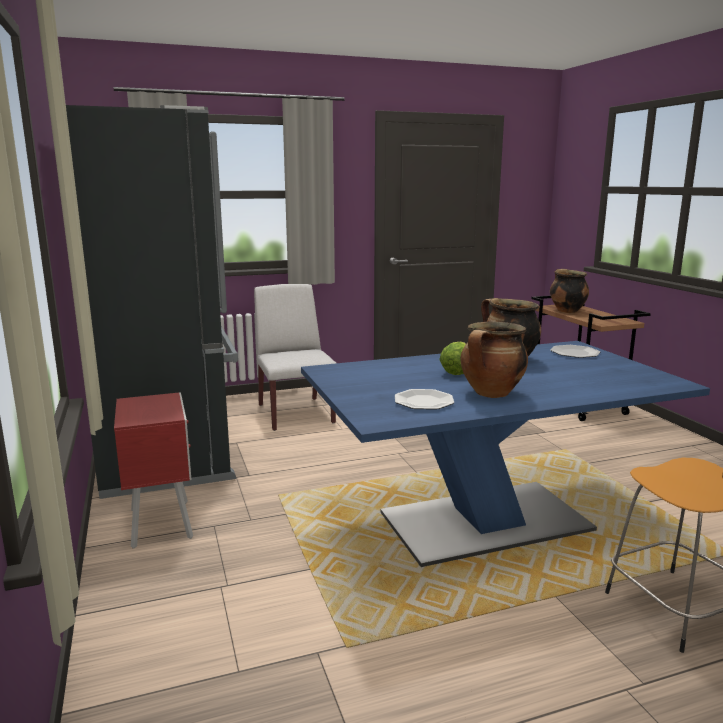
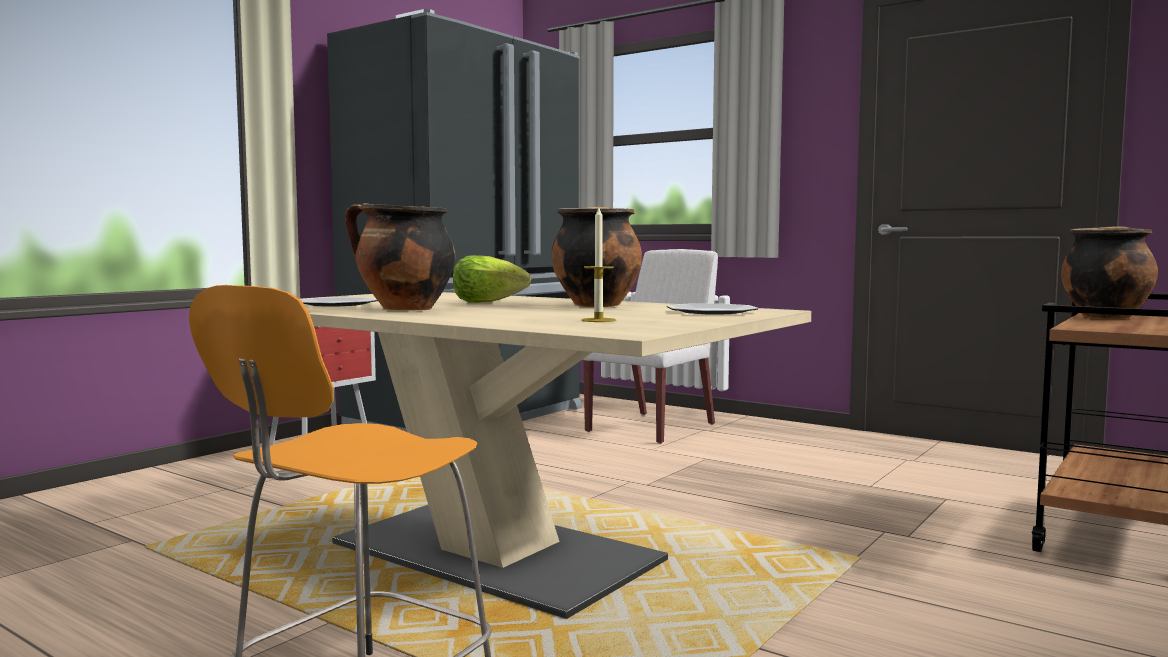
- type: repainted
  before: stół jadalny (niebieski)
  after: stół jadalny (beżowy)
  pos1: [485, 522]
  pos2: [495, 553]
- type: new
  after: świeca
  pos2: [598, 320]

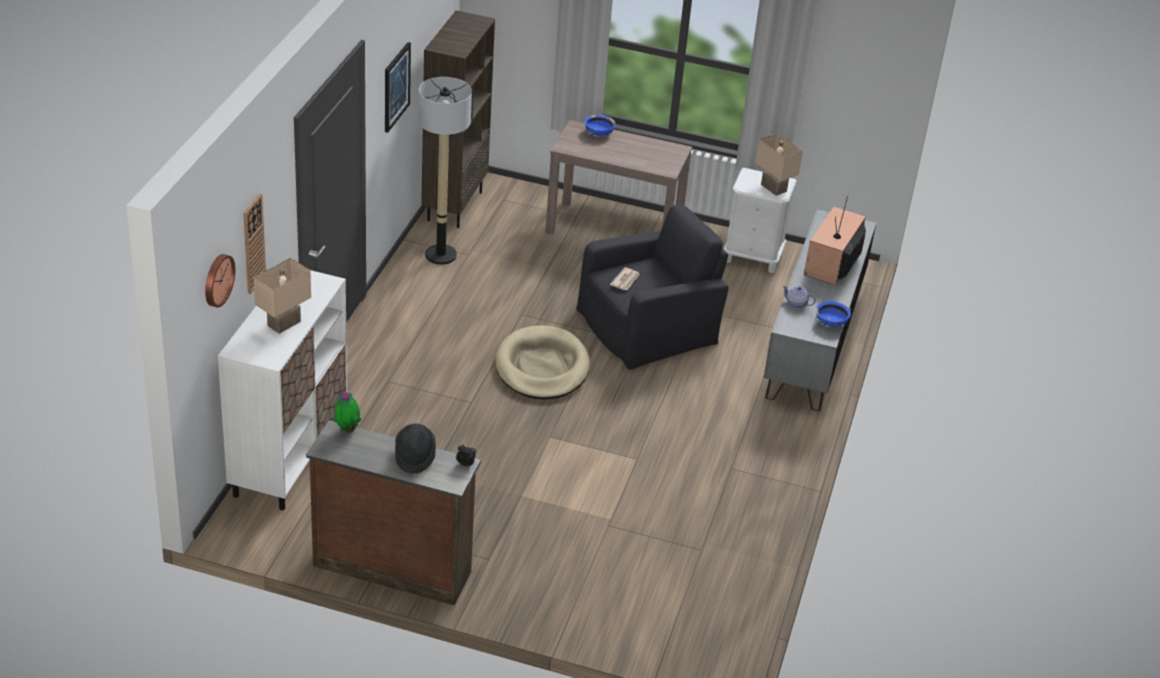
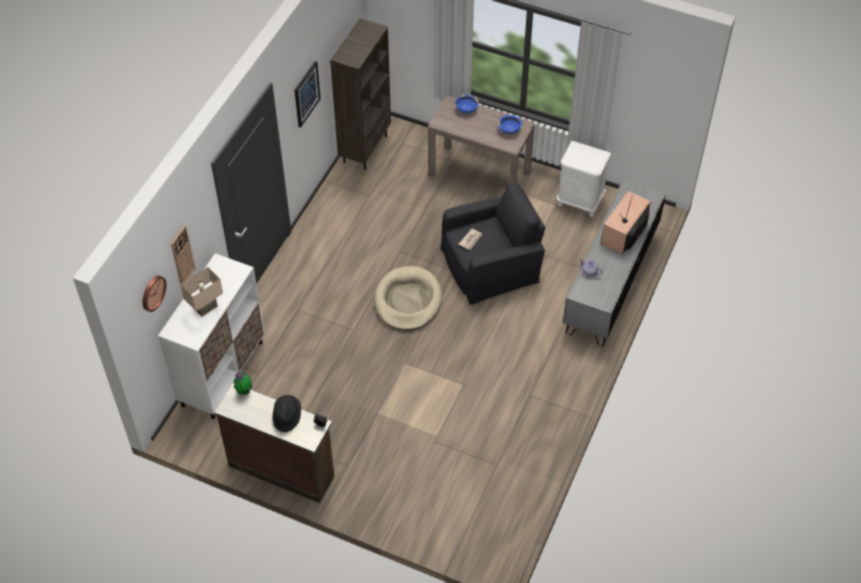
- type: gone
  before: lampa stojąca
  pos1: [440, 255]
- type: gone
  before: lampa stołowa (beżowy)
  pos1: [775, 188]
- type: shifted
  before: miska (niebieski)
  pos1: [831, 322]
  pos2: [509, 130]

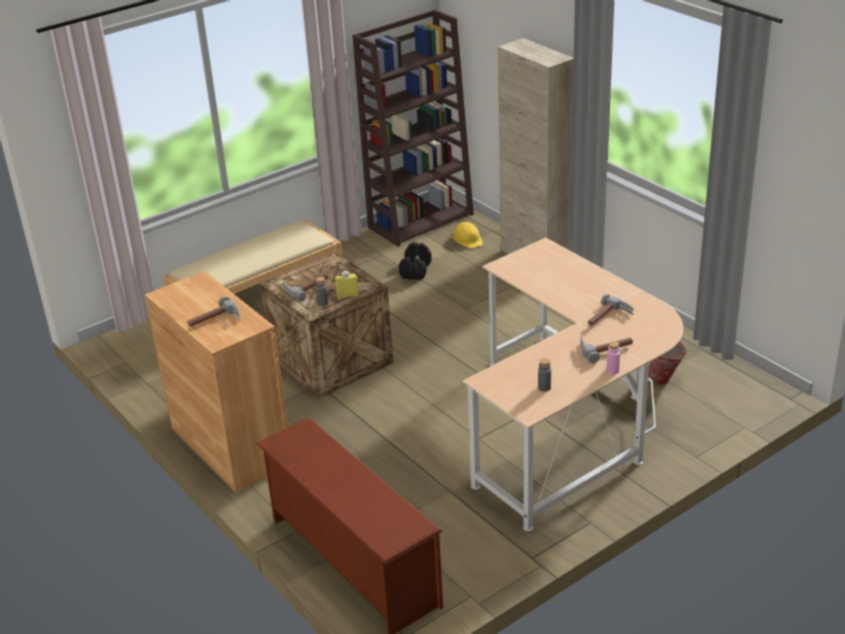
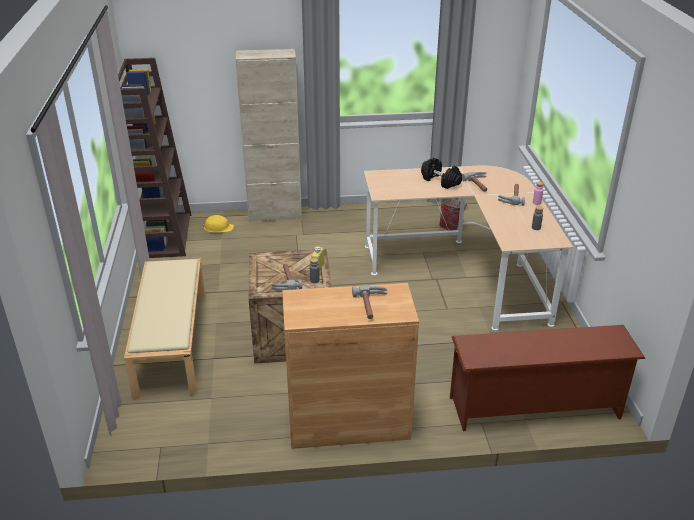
- type: shifted
  before: hantel (czarny)
  pos1: [415, 270]
  pos2: [441, 181]

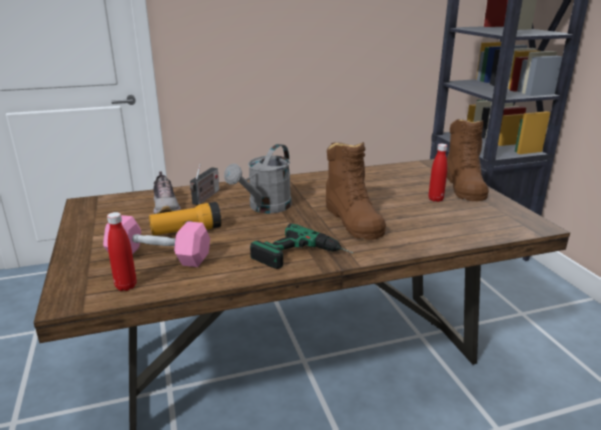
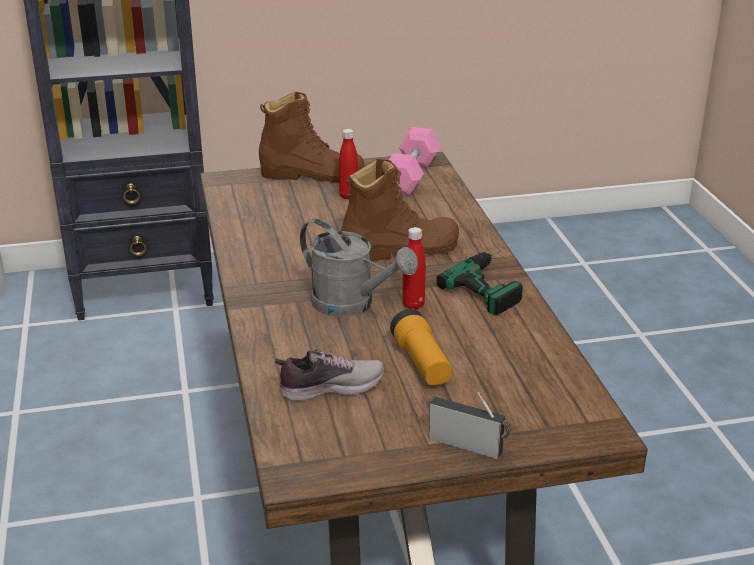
- type: shifted
  before: radio
  pos1: [205, 198]
  pos2: [469, 446]
- type: shifted
  before: butelka (czerwony)
  pos1: [126, 286]
  pos2: [413, 305]
- type: shifted
  before: hantel (różowy)
  pos1: [159, 257]
  pos2: [410, 176]

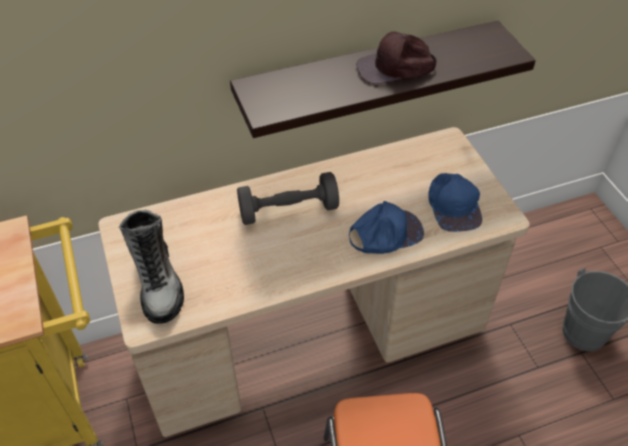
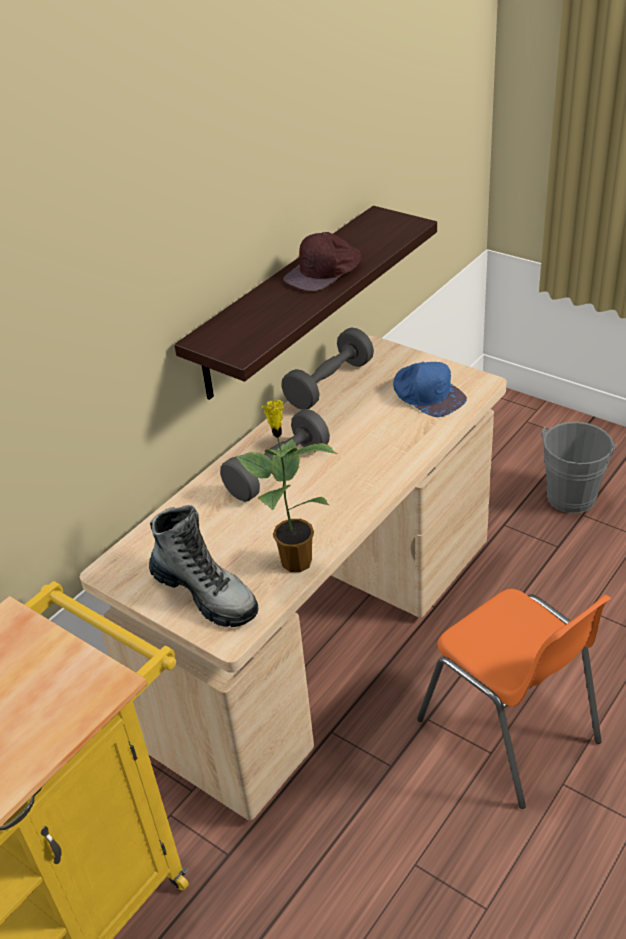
- type: gone
  before: czapka z daszkiem (niebieski)
  pos1: [385, 233]
- type: new
  after: hantel (szary)
  pos2: [329, 384]
- type: new
  after: roślina doniczkowa
  pos2: [295, 560]

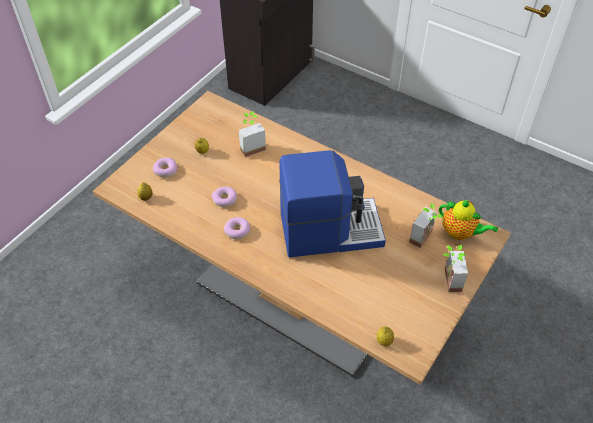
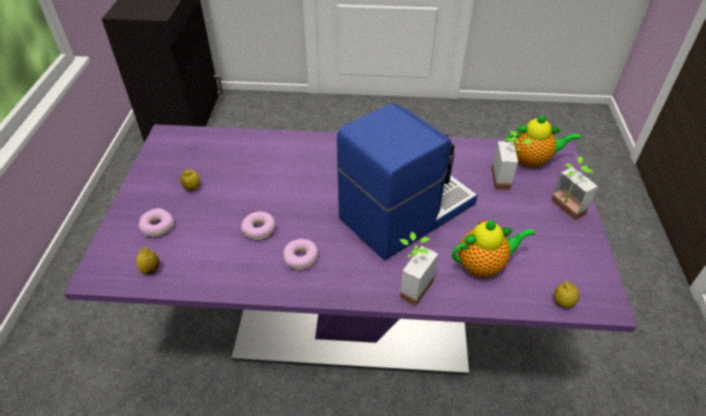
- type: repainted
  before: stół jadalny (beżowy)
  after: stół jadalny (fioletowy)
  pos1: [296, 296]
  pos2: [352, 320]
- type: shifted
  before: roślina doniczkowa
  pos1: [251, 146]
  pos2: [410, 285]
- type: new
  after: imbryk
  pos2: [483, 265]

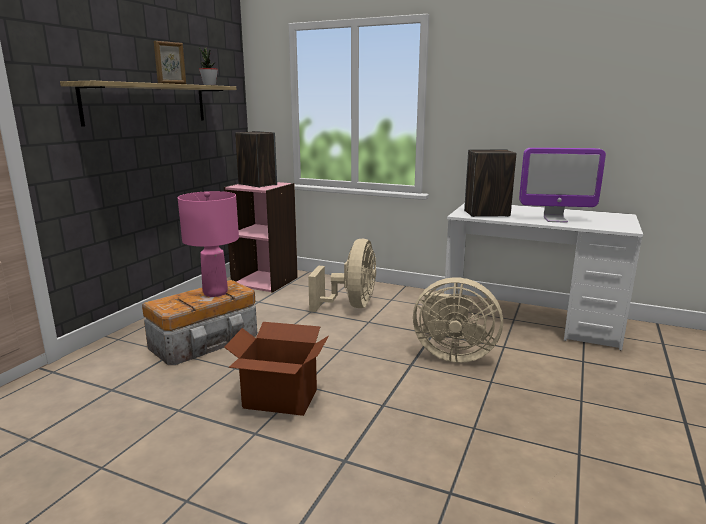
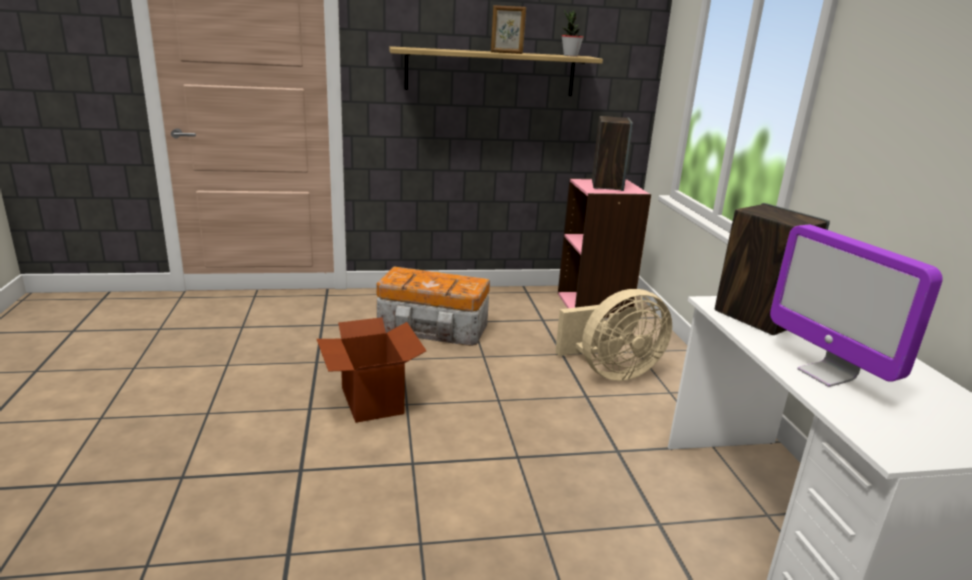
- type: gone
  before: lampa stołowa (różowy)
  pos1: [215, 293]
- type: gone
  before: wentylator (beżowy)
  pos1: [452, 354]

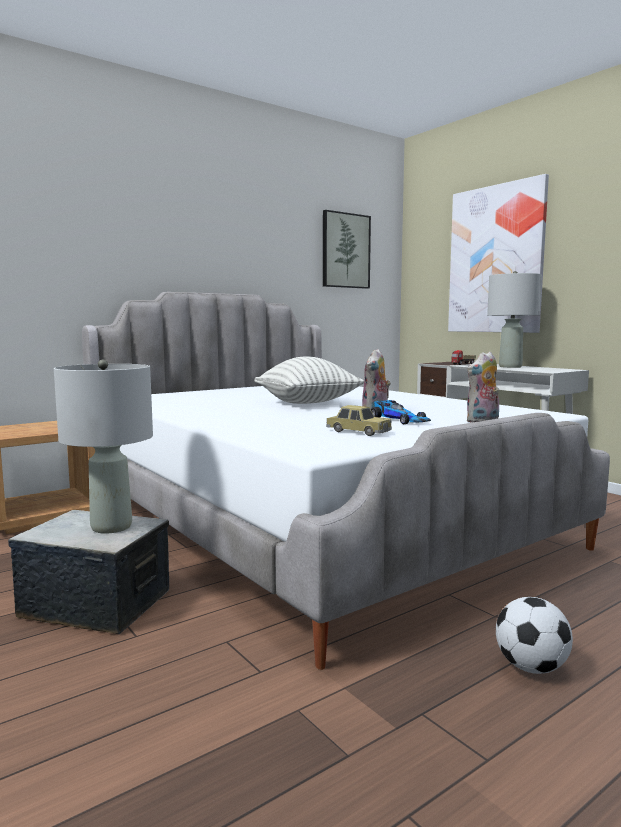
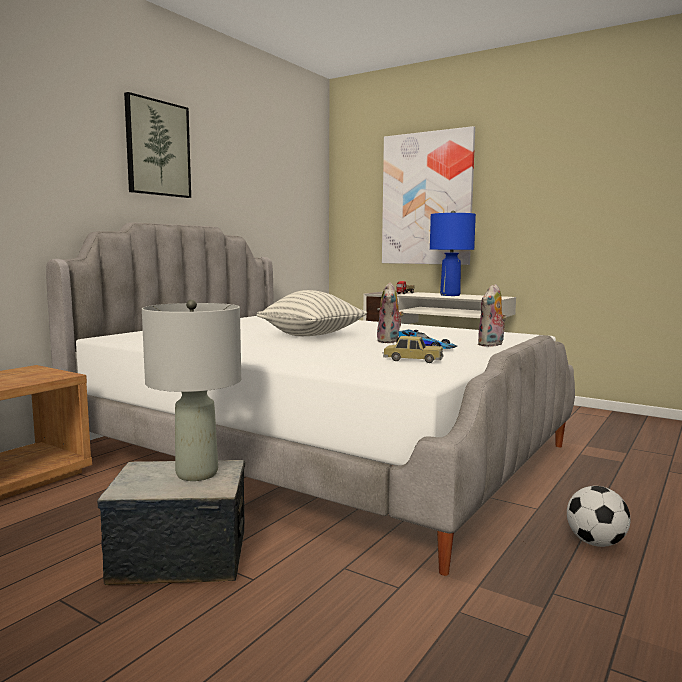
- type: shifted
  before: obraz
  pos1: [345, 250]
  pos2: [157, 148]
- type: repainted
  before: lampa stołowa (szary)
  after: lampa stołowa (niebieski)
  pos1: [510, 367]
  pos2: [450, 295]

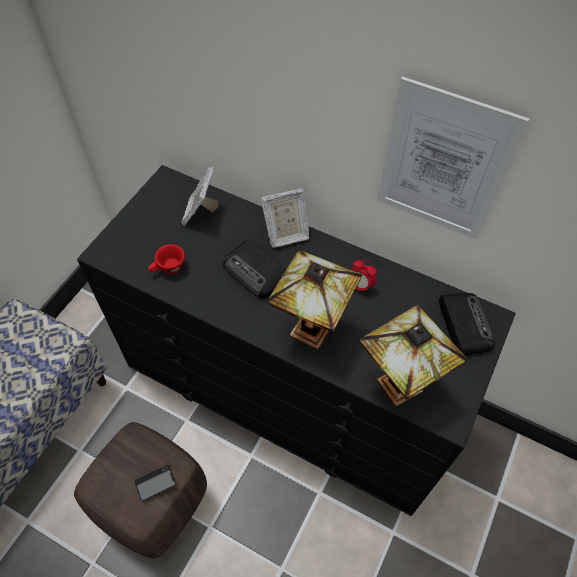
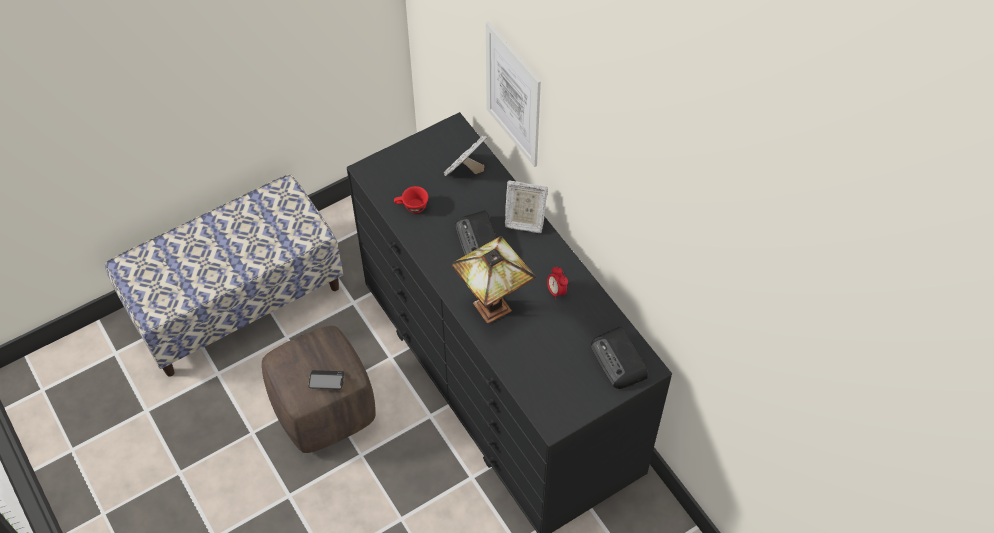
- type: shifted
  before: obraz
  pos1: [443, 164]
  pos2: [513, 95]
- type: rotated
  before: radio
  pos1: [463, 324]
  pos2: [619, 361]
  turn: 135
- type: gone
  before: lampa stołowa
  pos1: [398, 388]

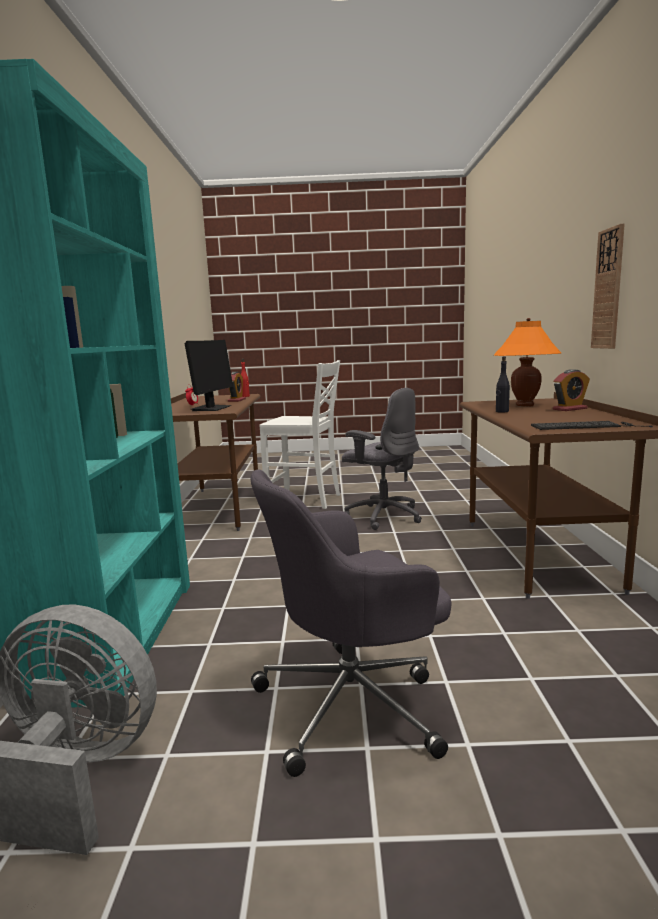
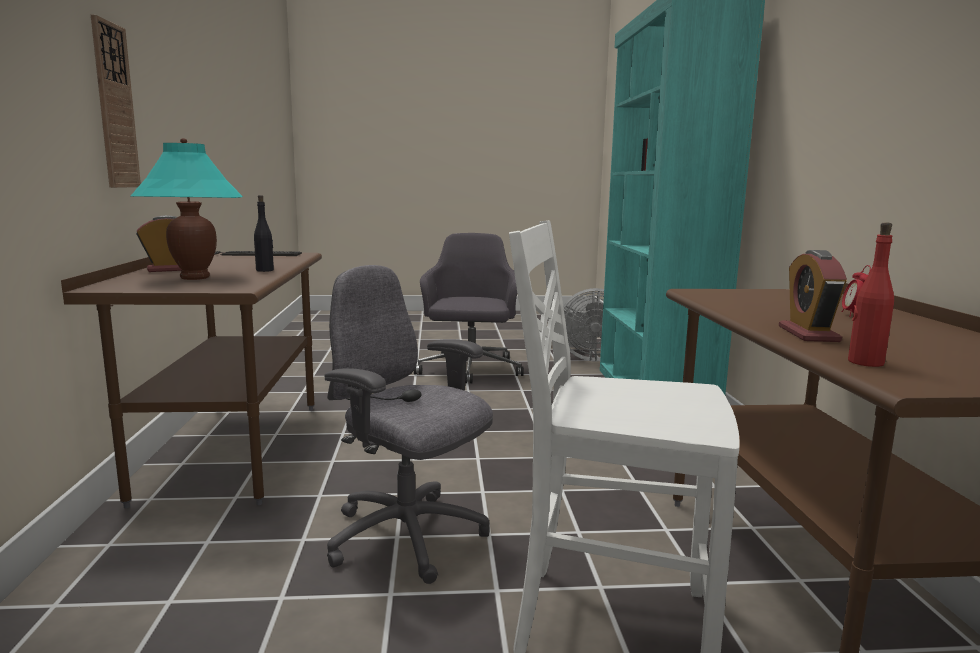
- type: repainted
  before: lampa stołowa (pomarańczowy)
  after: lampa stołowa (turkusowy)
  pos1: [525, 405]
  pos2: [194, 277]
- type: gone
  before: monitor
  pos1: [211, 408]
- type: rotated
  before: krzesło biurowe (szary)
  pos1: [353, 703]
  pos2: [470, 370]
  turn: -60

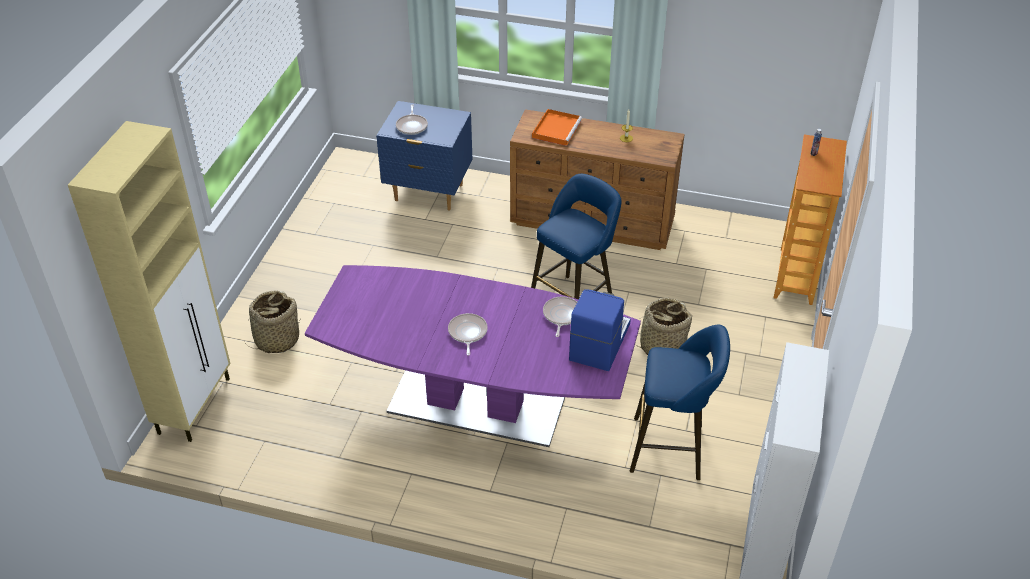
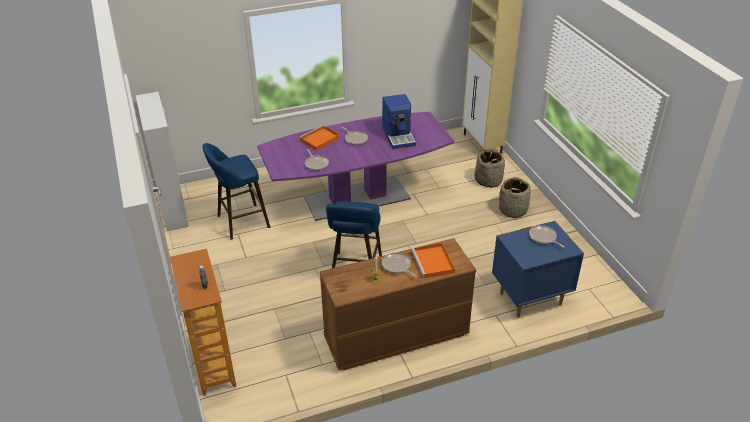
- type: shifted
  before: ekspres do kawy
  pos1: [598, 342]
  pos2: [399, 136]
- type: shifted
  before: koszyk
  pos1: [662, 346]
  pos2: [513, 210]
- type: new
  after: taca (pomarańczowy)
  pos2: [319, 140]
- type: new
  after: patelnia
  pos2: [397, 266]

